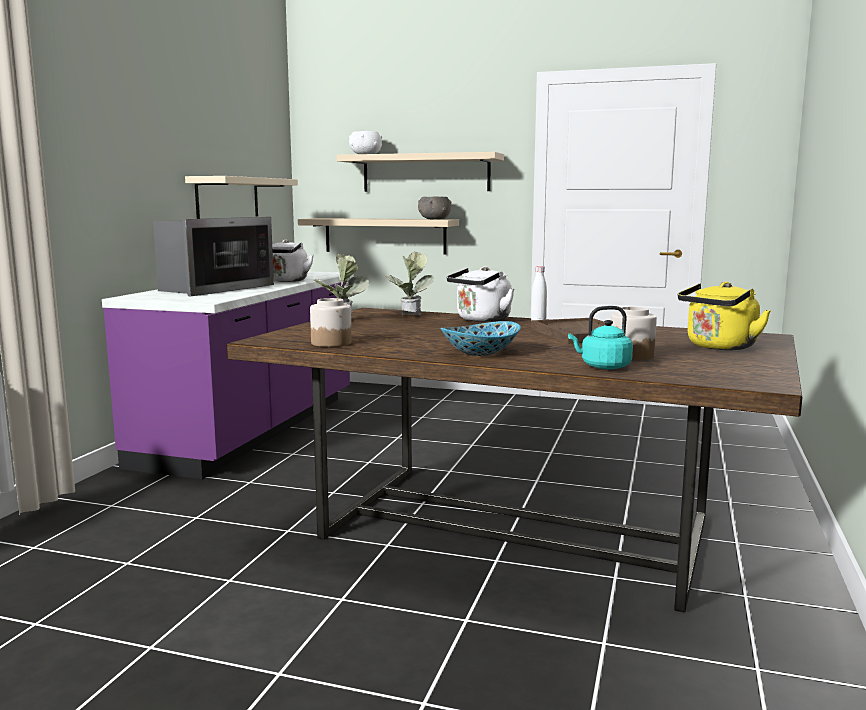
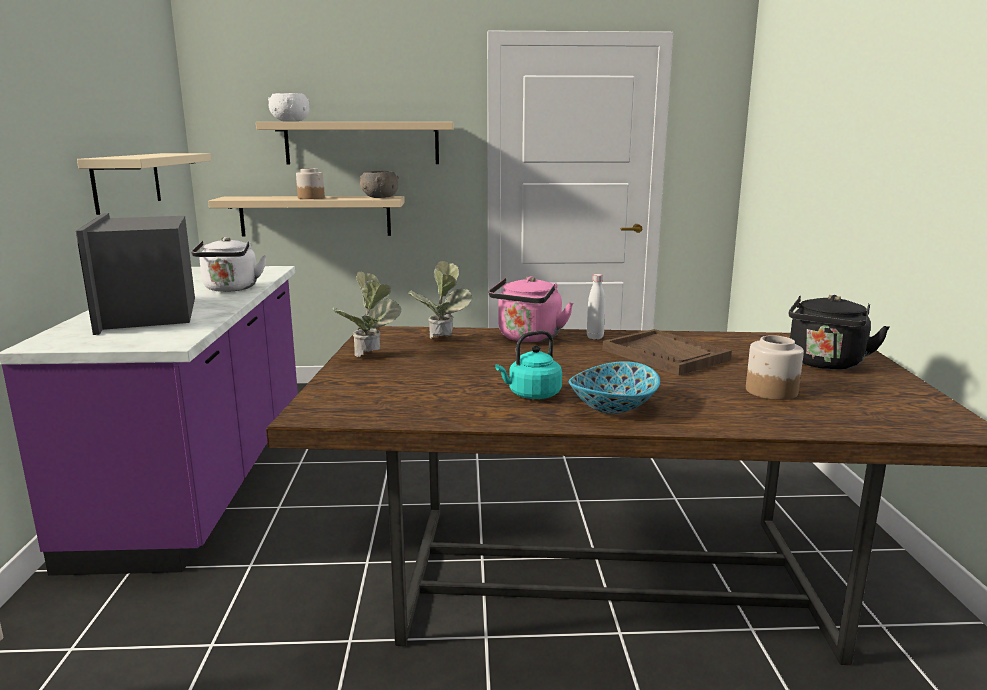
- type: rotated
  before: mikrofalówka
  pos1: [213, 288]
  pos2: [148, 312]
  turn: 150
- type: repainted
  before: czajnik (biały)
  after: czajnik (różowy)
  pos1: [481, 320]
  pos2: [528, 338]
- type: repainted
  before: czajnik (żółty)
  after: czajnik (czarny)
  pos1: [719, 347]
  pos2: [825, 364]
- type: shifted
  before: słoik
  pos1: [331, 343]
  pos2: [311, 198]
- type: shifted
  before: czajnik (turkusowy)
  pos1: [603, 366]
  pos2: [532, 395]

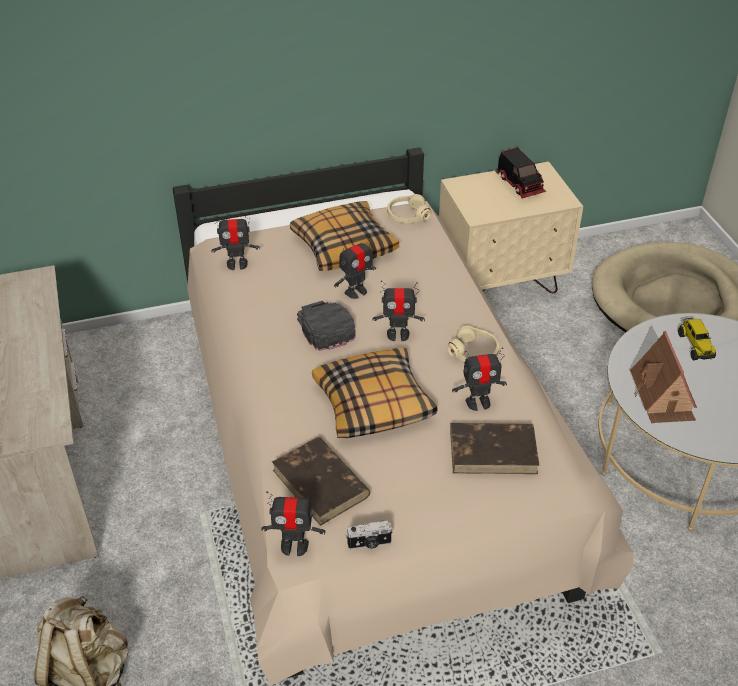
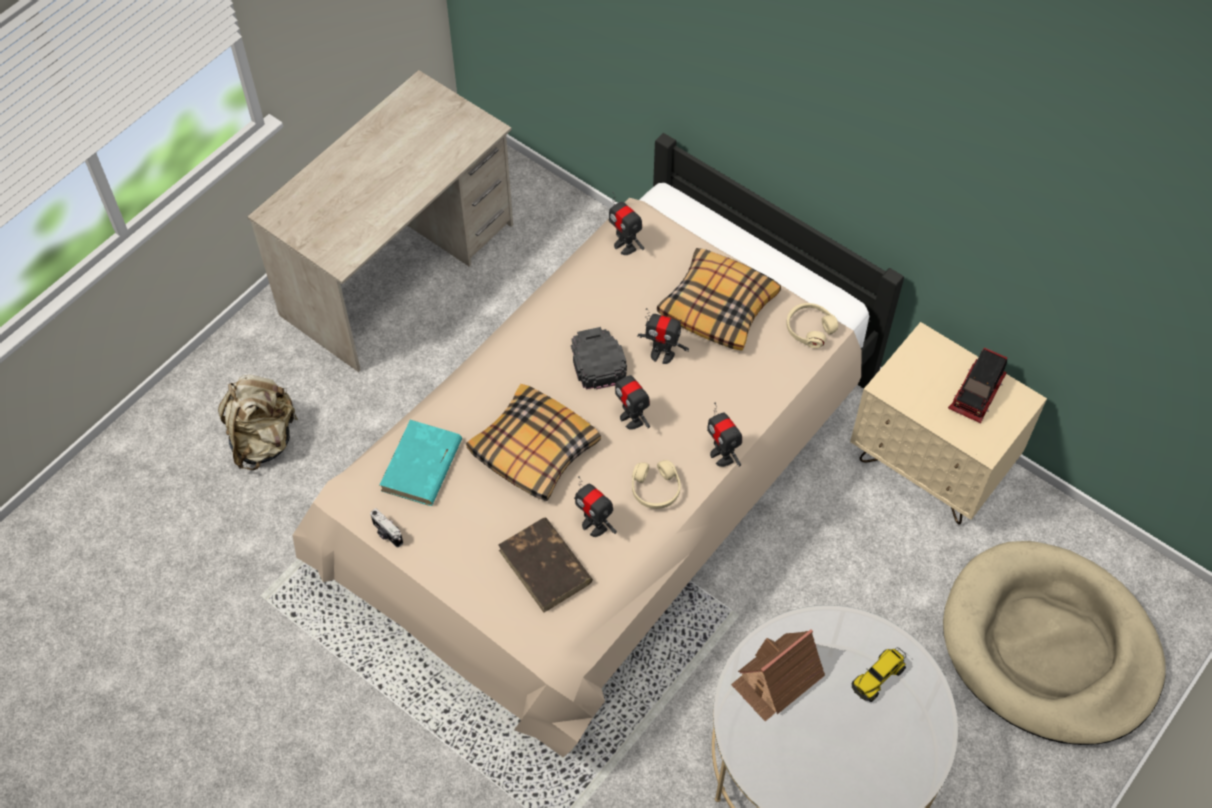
- type: rotated
  before: czapka z daszkiem (czarny)
  pos1: [324, 327]
  pos2: [597, 360]
  turn: -45
- type: repainted
  before: książka (brązowy)
  after: książka (turkusowy)
  pos1: [321, 484]
  pos2: [421, 466]
- type: shifted
  before: robot zabawkowy
  pos1: [294, 546]
  pos2: [722, 456]

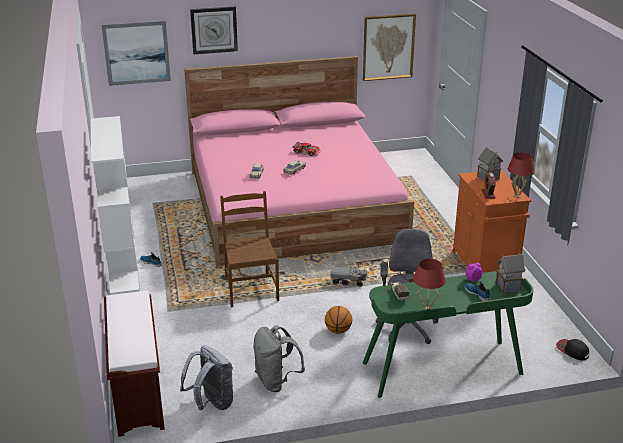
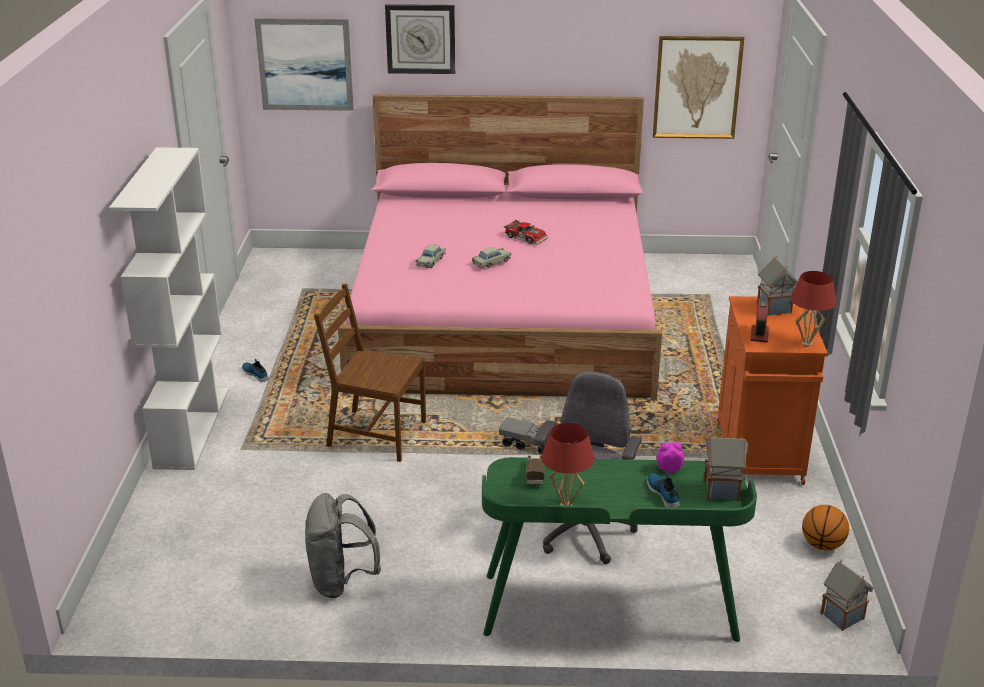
- type: rotated
  before: krzesło (brązowy)
  pos1: [250, 289]
  pos2: [375, 435]
  turn: -75
- type: gone
  before: ławka (brązowy)
  pos1: [137, 392]
- type: shifted
  before: piłka do koszykówki
  pos1: [338, 330]
  pos2: [822, 545]
- type: swapped
  before: czapka z daszkiem
  after: domek
  pos1: [572, 351]
  pos2: [843, 617]
- type: gone
  before: plecak (szary)
  pos1: [211, 403]

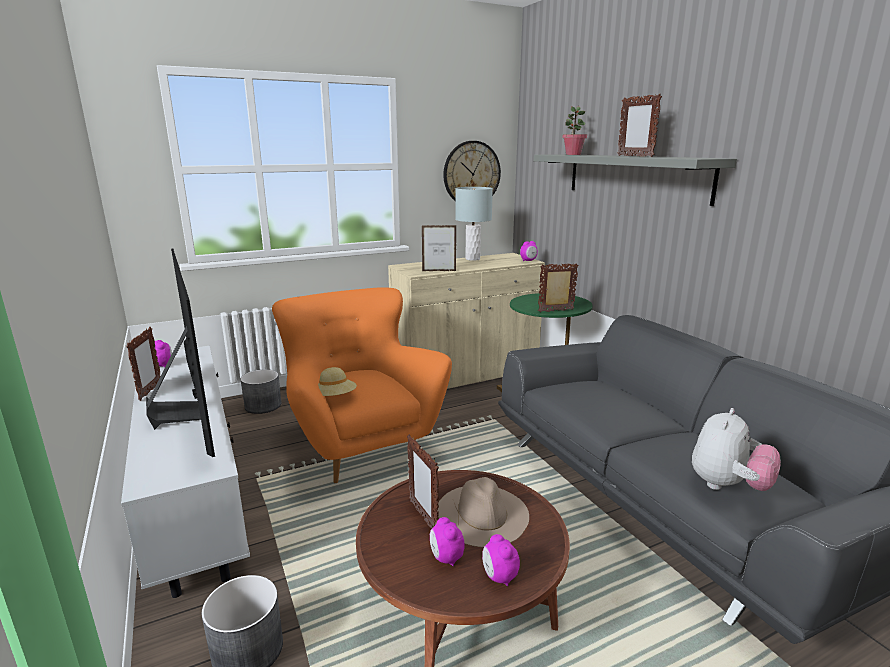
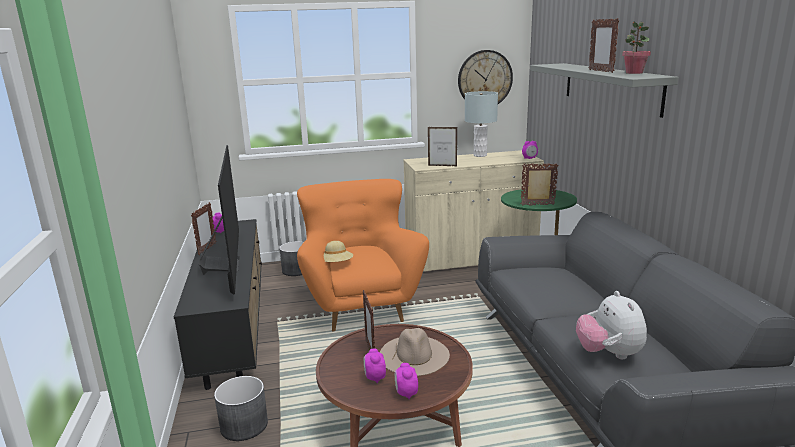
- type: shifted
  before: roślina doniczkowa
  pos1: [573, 154]
  pos2: [634, 73]
- type: repainted
  before: szafka pod telewizor (biały)
  after: szafka pod telewizor (czarny)
  pos1: [195, 488]
  pos2: [234, 324]
- type: rotated
  before: pluszak
  pos1: [727, 486]
  pos2: [609, 354]
  turn: 120

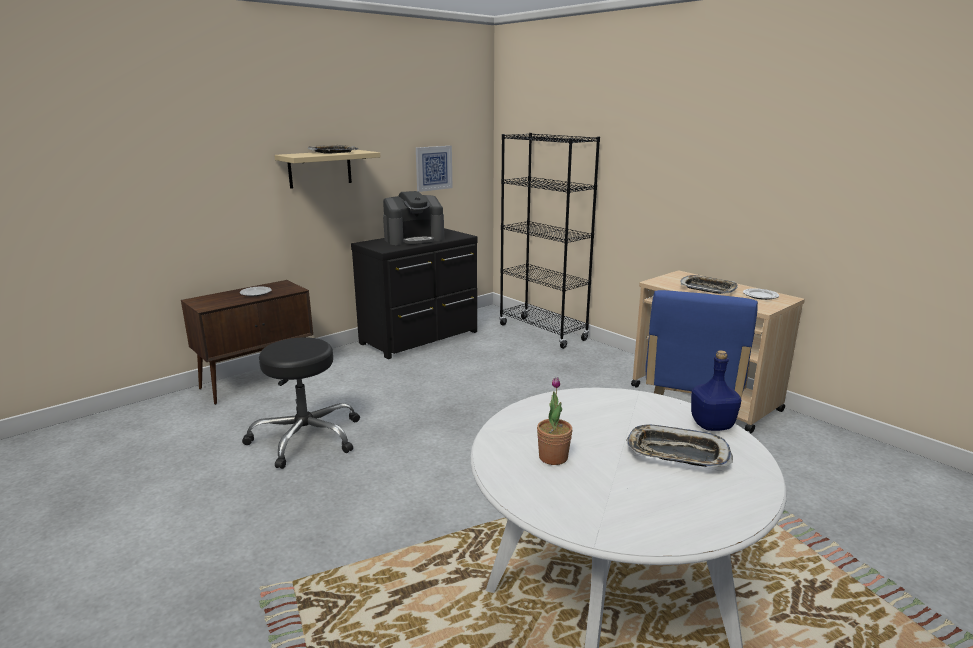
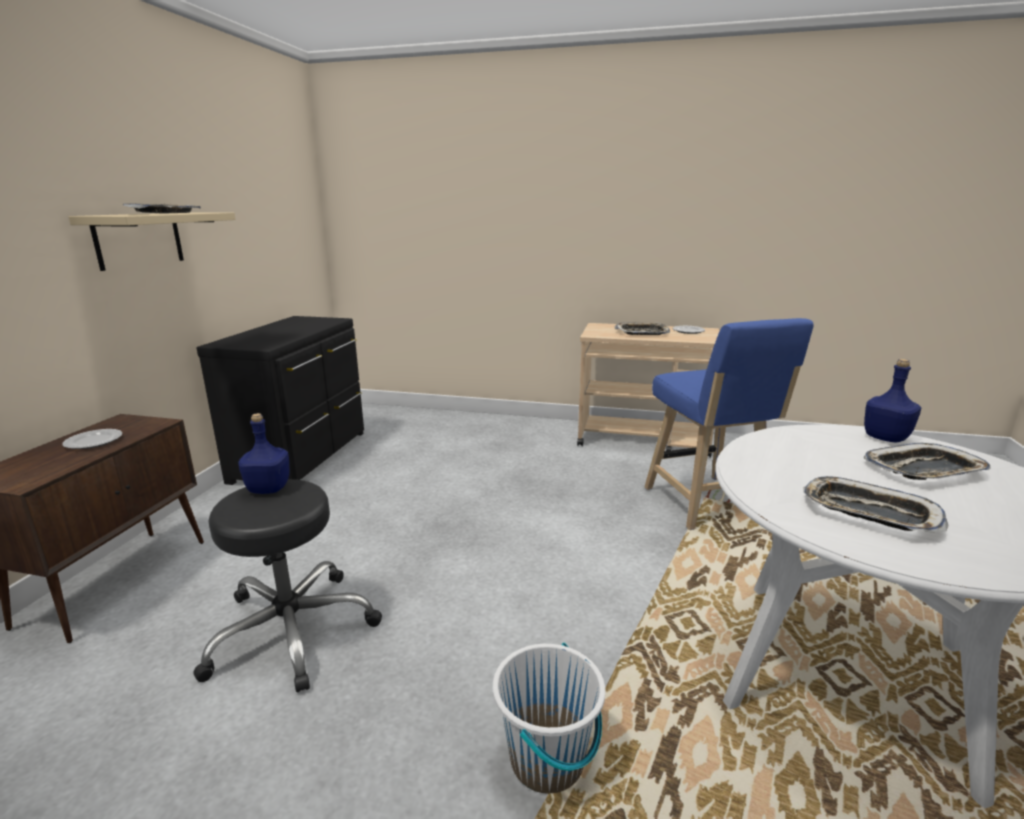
- type: gone
  before: regał (czarny)
  pos1: [542, 332]
- type: gone
  before: obraz
  pos1: [433, 168]
- type: gone
  before: ekspres do kawy
  pos1: [414, 239]
- type: swapped
  before: roślina doniczkowa
  after: taca
  pos1: [553, 457]
  pos2: [868, 512]
- type: new
  after: butelka (niebieski)
  pos2: [268, 488]
- type: new
  after: wiadro (biały)
  pos2: [548, 760]

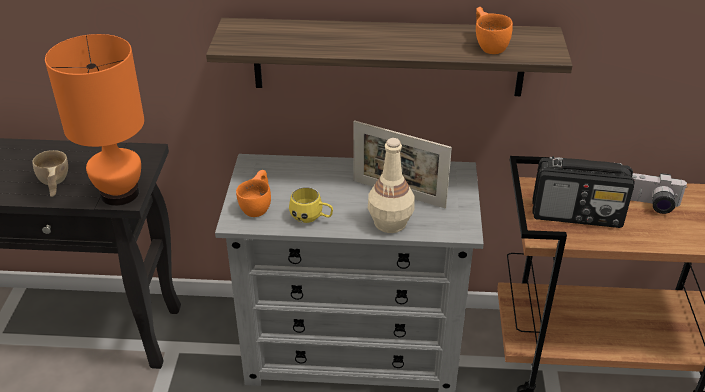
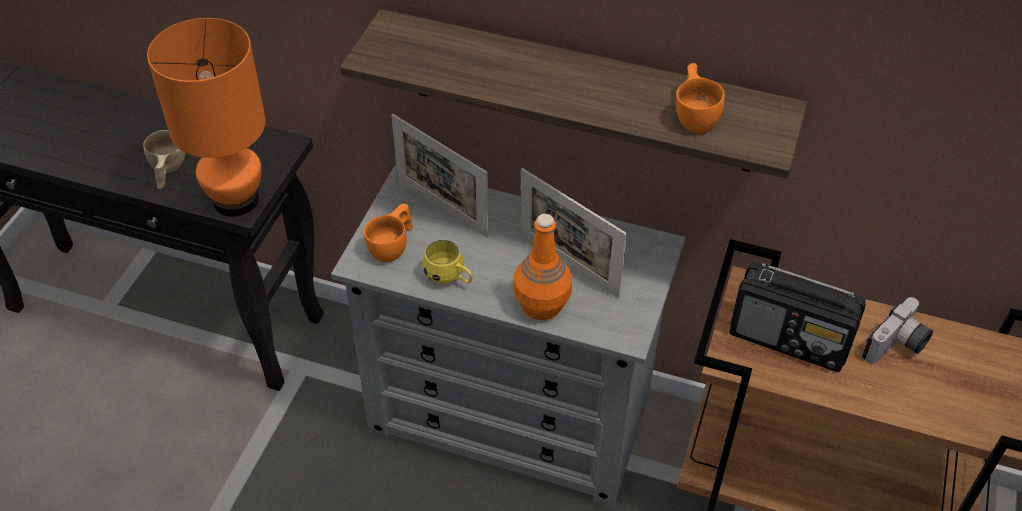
- type: repainted
  before: butelka (beżowy)
  after: butelka (pomarańczowy)
  pos1: [389, 223]
  pos2: [541, 304]
- type: rotated
  before: aparat fotograficzny
  pos1: [652, 205]
  pos2: [897, 347]
  turn: -75
- type: new
  after: ramka na zdjęcie
  pos2: [441, 207]

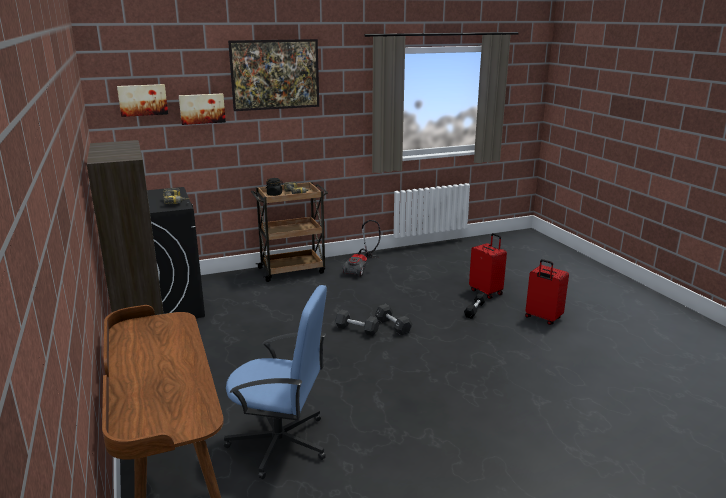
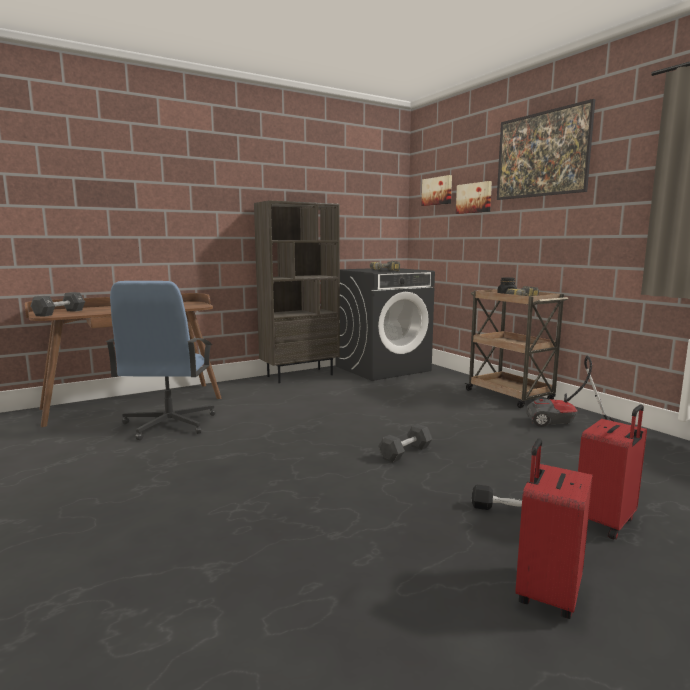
- type: shifted
  before: hantel (czarny)
  pos1: [357, 329]
  pos2: [59, 313]

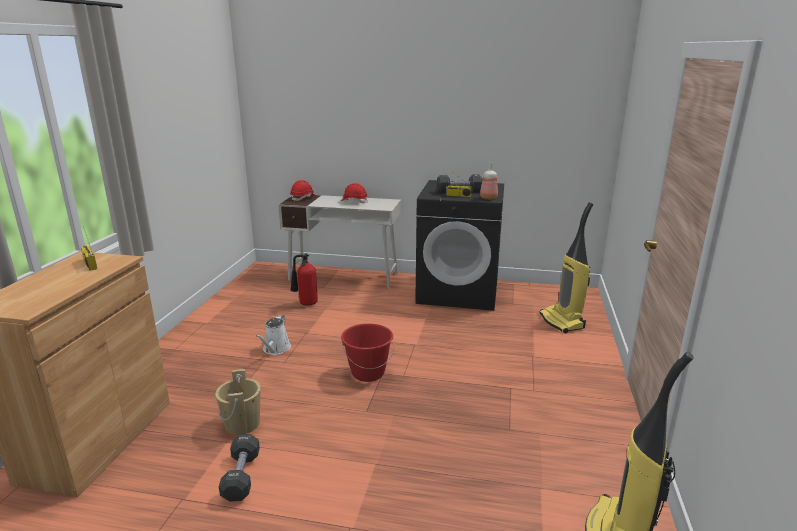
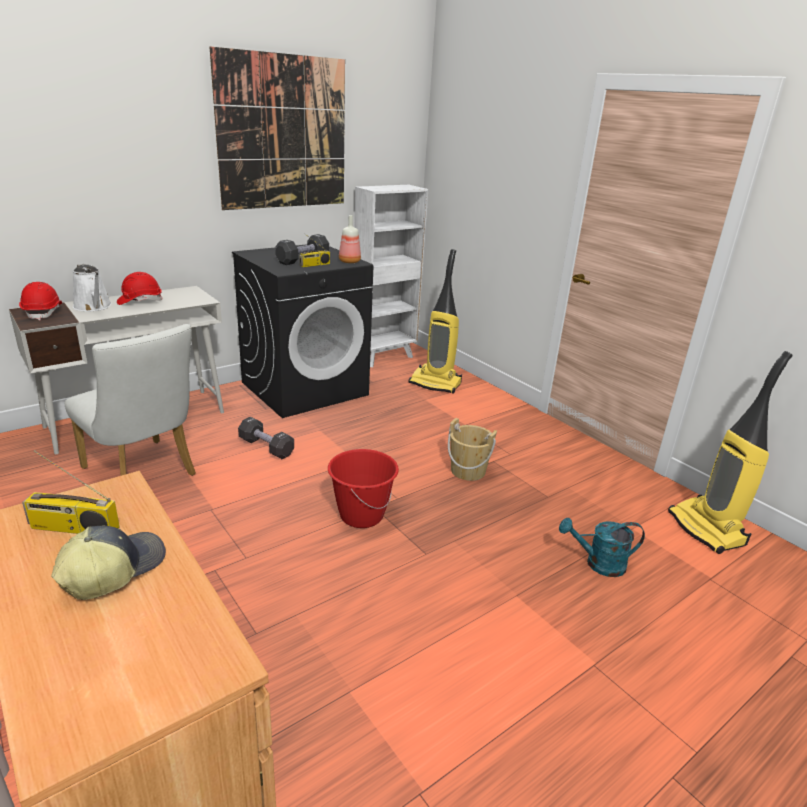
- type: swapped
  before: gaśnica
  after: krzesło (biały)
  pos1: [305, 304]
  pos2: [144, 474]
- type: shifted
  before: konewka (biały)
  pos1: [275, 349]
  pos2: [93, 307]
- type: shifted
  before: wiadro (beżowy)
  pos1: [242, 424]
  pos2: [468, 471]
- type: shifted
  before: hantel (czarny)
  pos1: [241, 476]
  pos2: [266, 447]
- type: new
  after: obraz
  pos2: [283, 133]
- type: new
  after: regał (biały)
  pos2: [385, 357]
- type: new
  after: konewka (turkusowy)
  pos2: [598, 564]
- type: new
  after: czapka z daszkiem
  pos2: [112, 570]

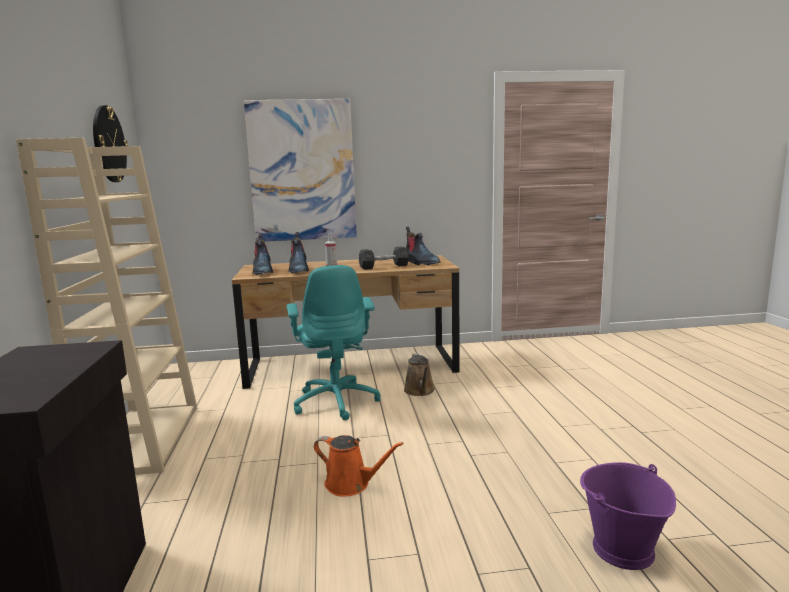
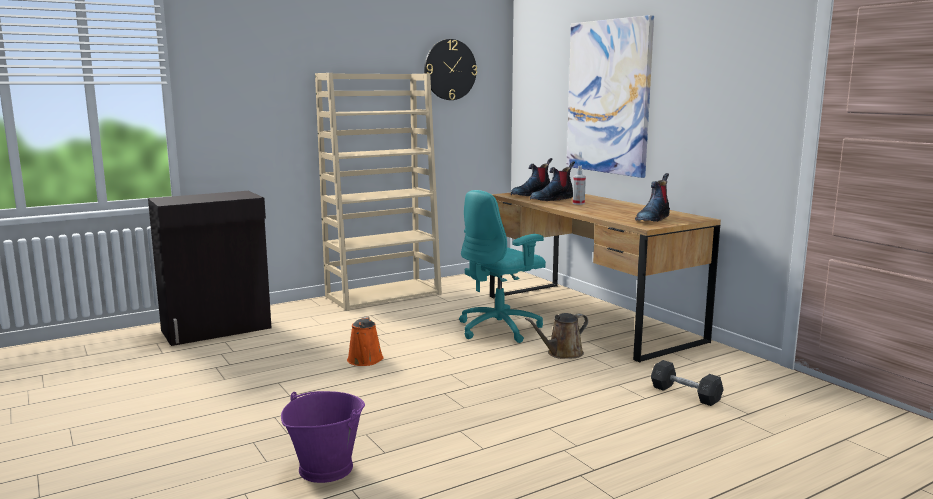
- type: shifted
  before: hantel (szary)
  pos1: [384, 266]
  pos2: [685, 394]

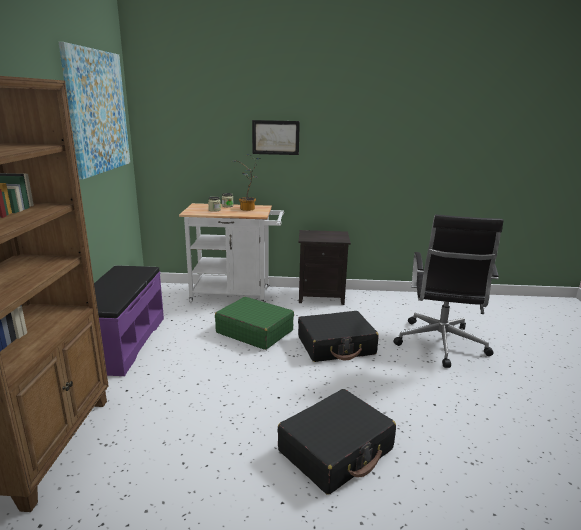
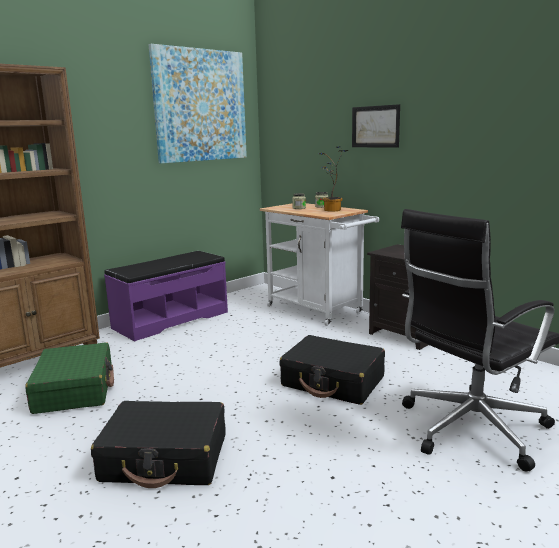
- type: shifted
  before: walizka (zielony)
  pos1: [254, 331]
  pos2: [75, 389]

